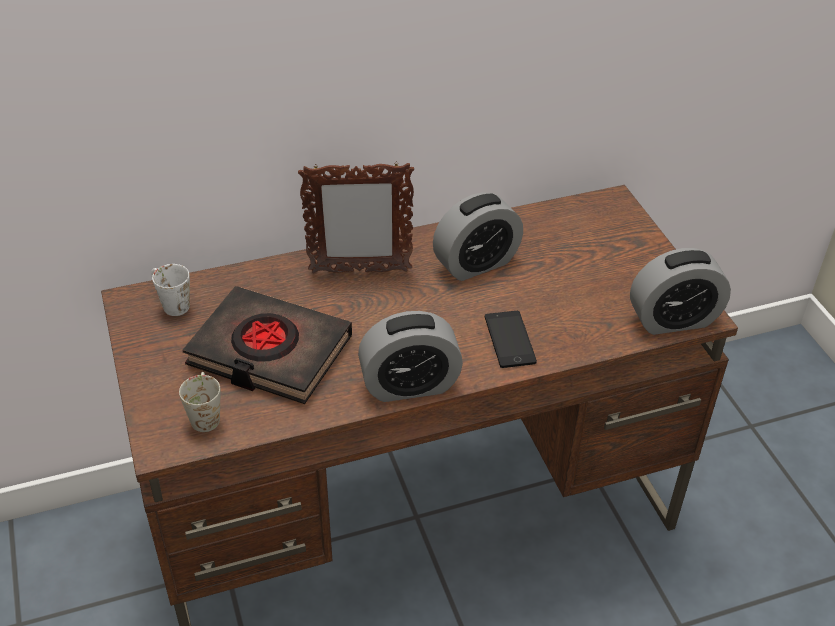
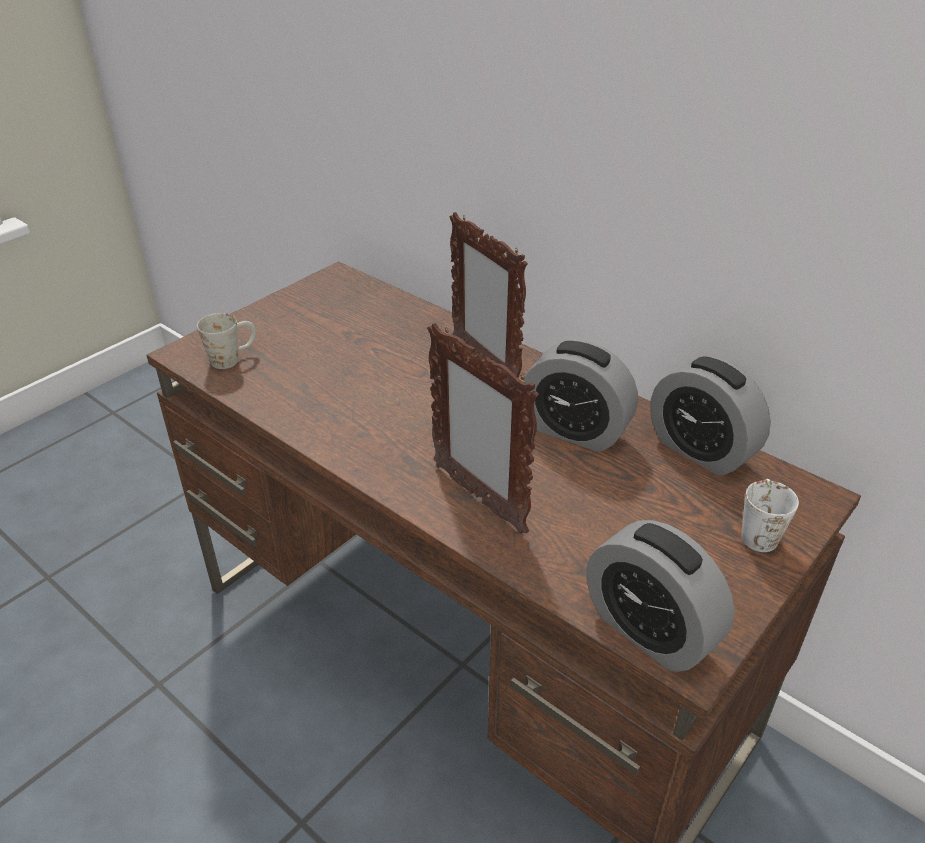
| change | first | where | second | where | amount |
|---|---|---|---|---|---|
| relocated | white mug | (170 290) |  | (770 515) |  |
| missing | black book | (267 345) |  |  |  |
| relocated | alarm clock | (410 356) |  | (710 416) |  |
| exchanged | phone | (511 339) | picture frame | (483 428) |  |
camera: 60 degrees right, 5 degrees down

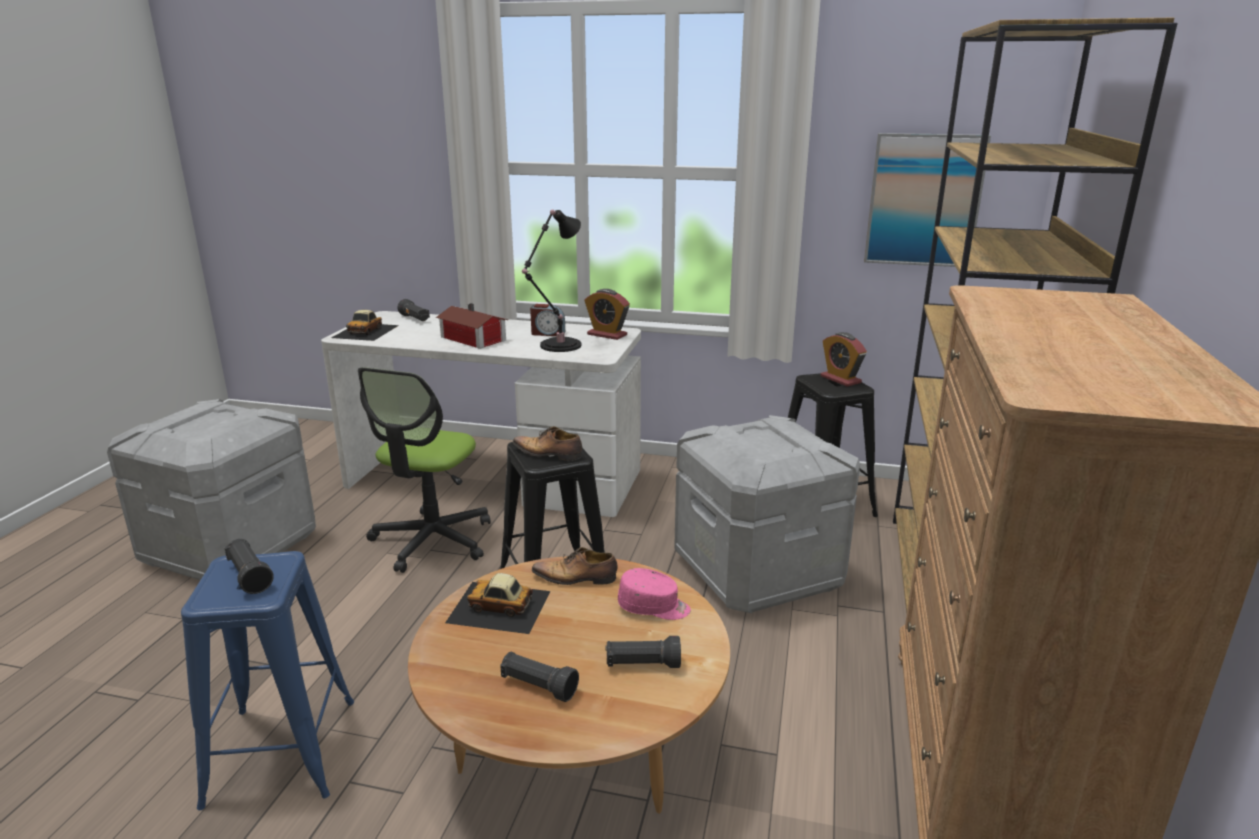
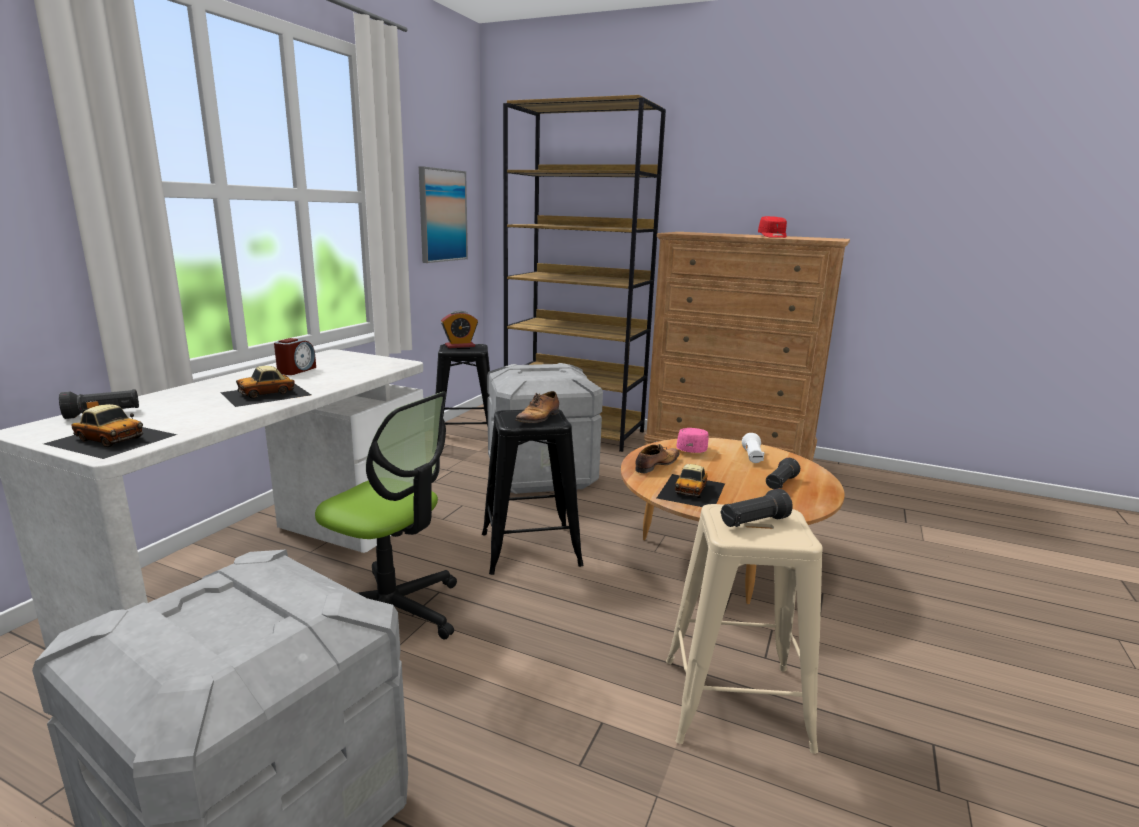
| change | first | where | second | where | amount |
|---|---|---|---|---|---|
| colour | blue stool | (267 680) | beige stool | (744 629) |  |
| exchanged | toy house | (472 326) | toy car | (265 386) |  |
| missing | black table lamp | (551 281) |  |  |  |
| spun | shoe | (574 566) |  | (657 458) | 150 degrees counterclockwise |
| missing | alarm clock | (607 314) |  |  |  |
| colour | black flashlight | (643 652) | white flashlight | (753 448) |  |
| appeared |  |  | red cap | (772 227) |  |
camera: 80 degrees left, 5 degrees down

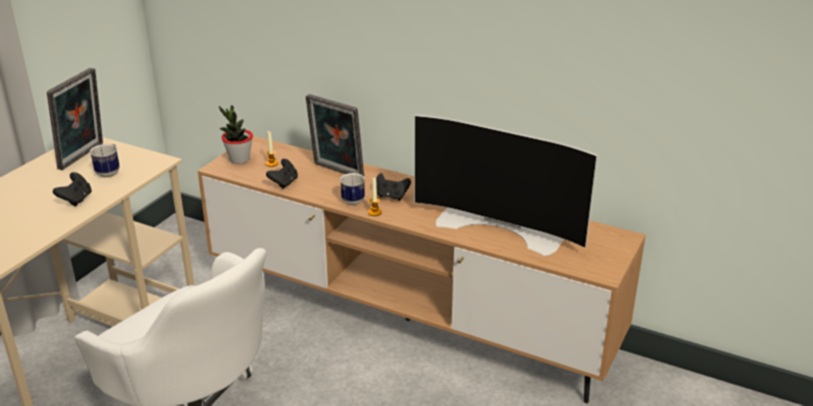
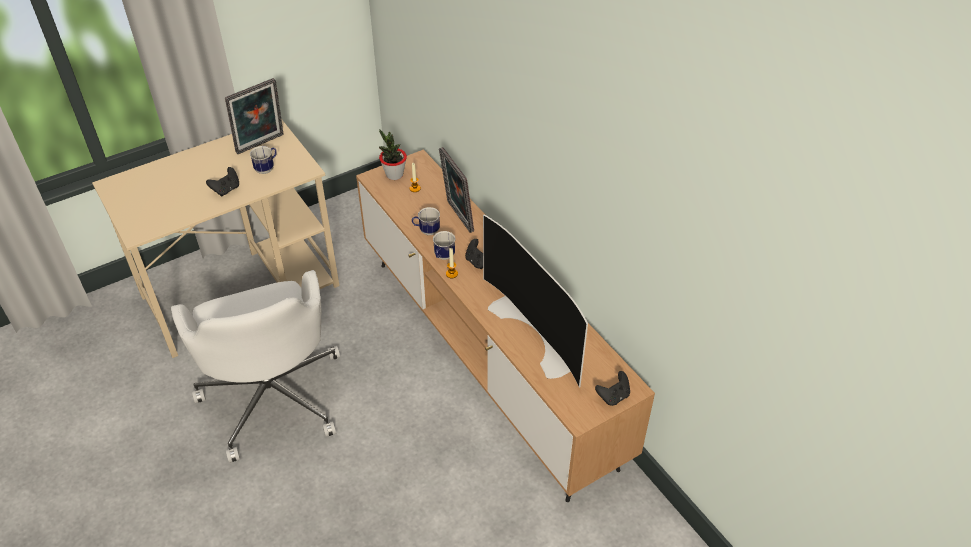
| change | first | where | second | where | amount |
|---|---|---|---|---|---|
| relocated | black game controller | (282 174) |  | (612 388) |  |
| appeared |  |  | mug | (426 221) |  |
camera: 30 degrees right, 15 degrees up

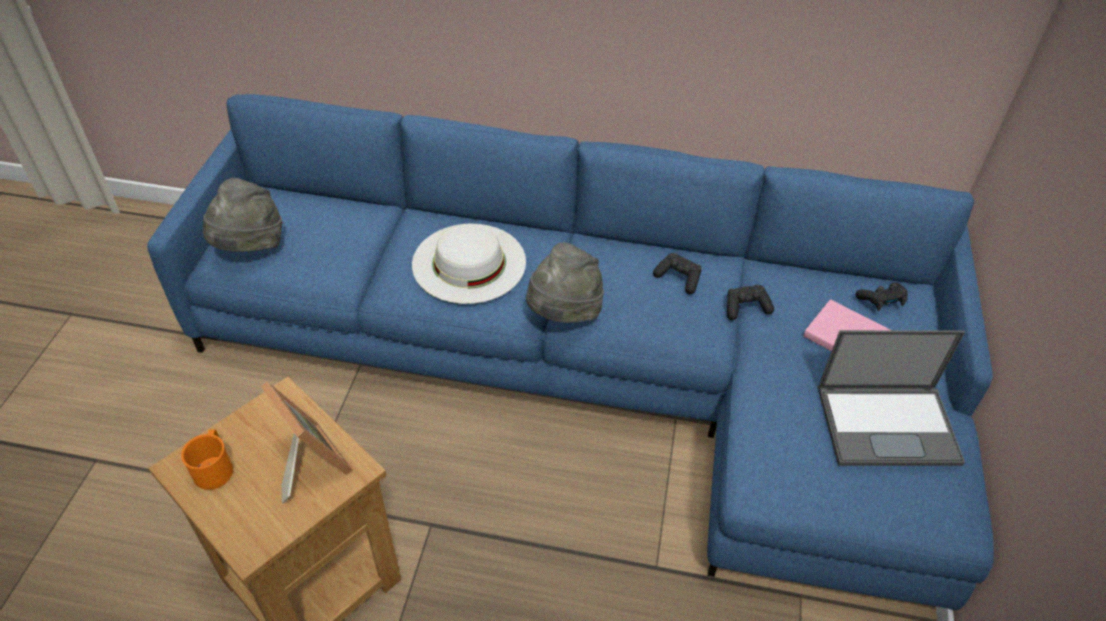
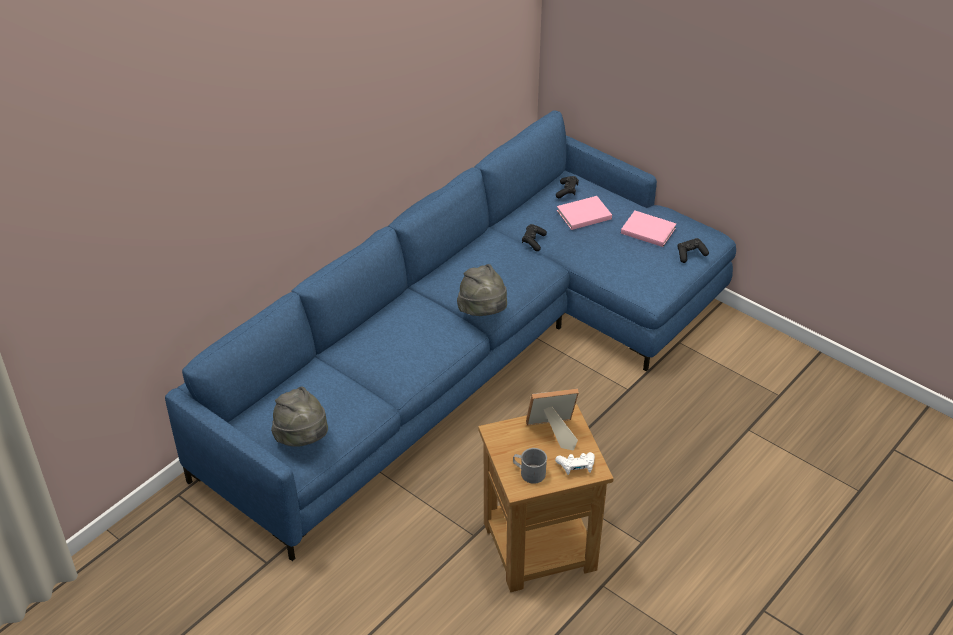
| change | first | where | second | where | amount |
|---|---|---|---|---|---|
| colour | orange mug | (207 459) | grey mug | (530 466) |  |
| missing | white hat | (469 264) |  |  |  |
| relocated | black game controller | (677 273) |  | (693 250) |  |
| exchanged | laptop | (891 398) | pink book | (649 229) |  |
| appeared |  |  | white game controller | (575 463) |  |
camera: 60 degrees left, 5 degrees down

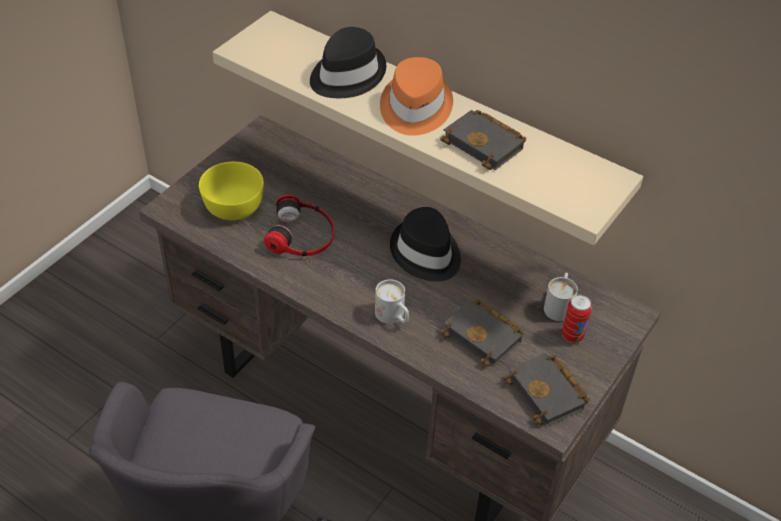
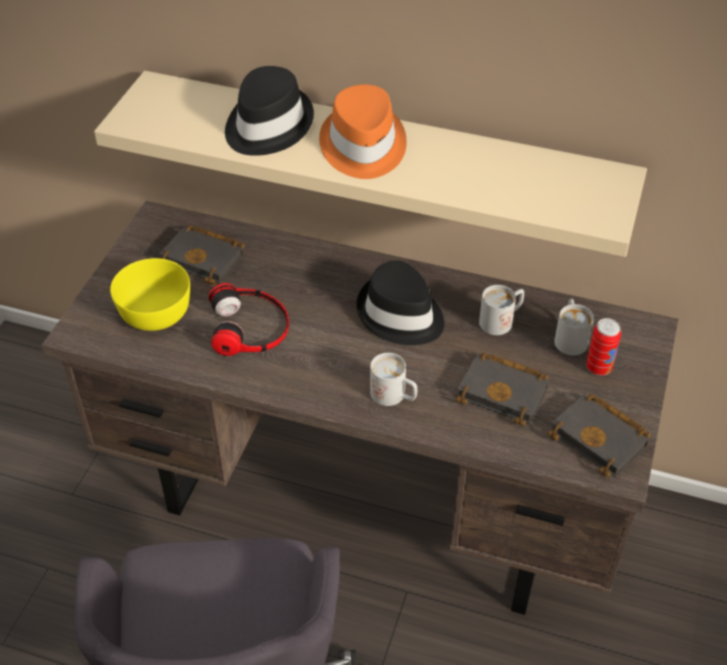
| change | first | where | second | where | amount |
|---|---|---|---|---|---|
| relocated | black book | (483 140) |  | (202 255) |  |
| appeared |  |  | white mug | (501 310) |  |
camera: 15 degrees left, 0 degrees up

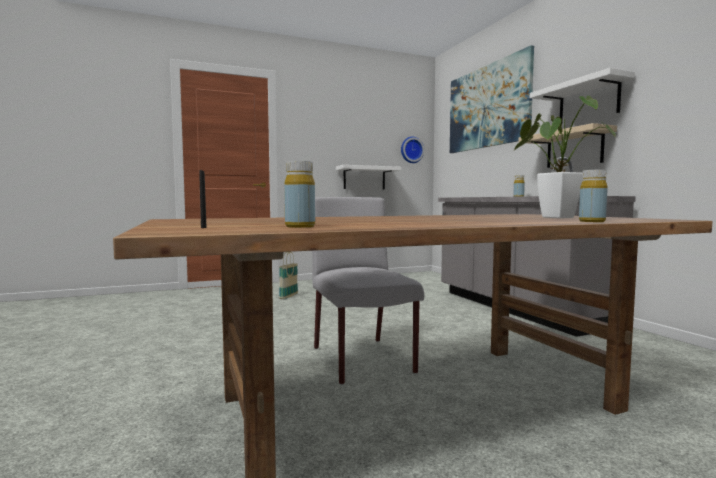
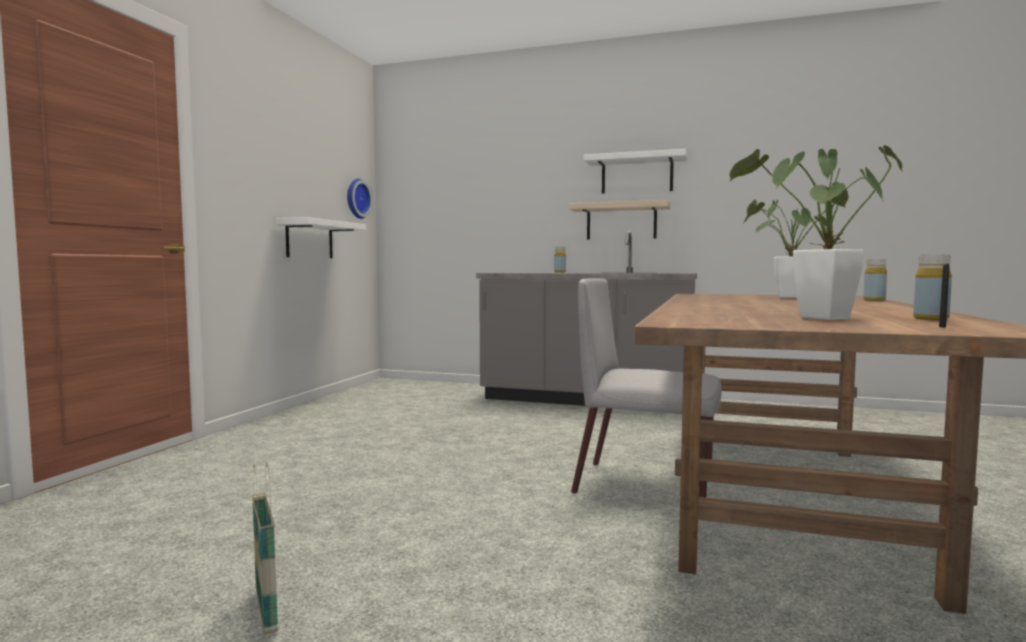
| change | first | where | second | where | amount |
|---|---|---|---|---|---|
| relocated | basket | (288 275) |  | (265 548) |  |
| missing | picture | (492 99) |  |  |  |
| appeared |  |  | potted plant | (815 232) |  |
camera: 50 degrees left, 0 degrees up

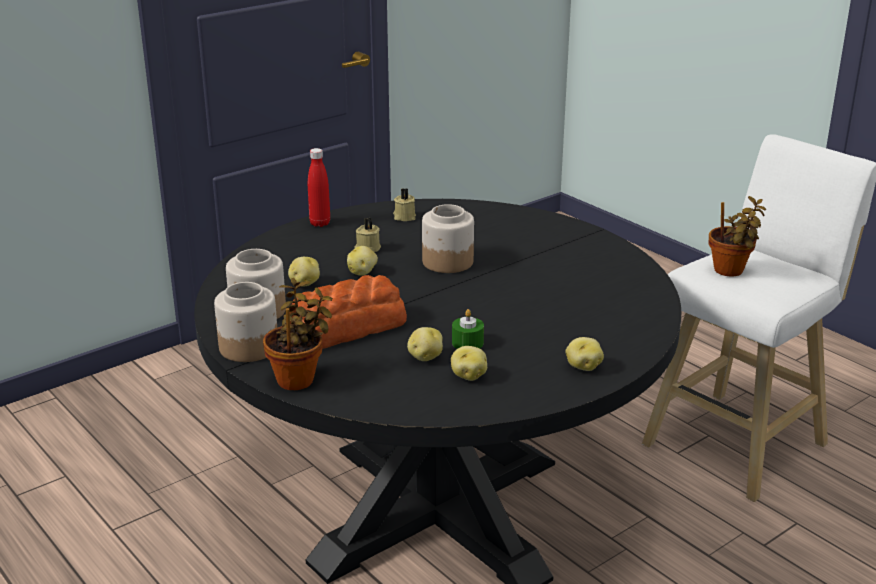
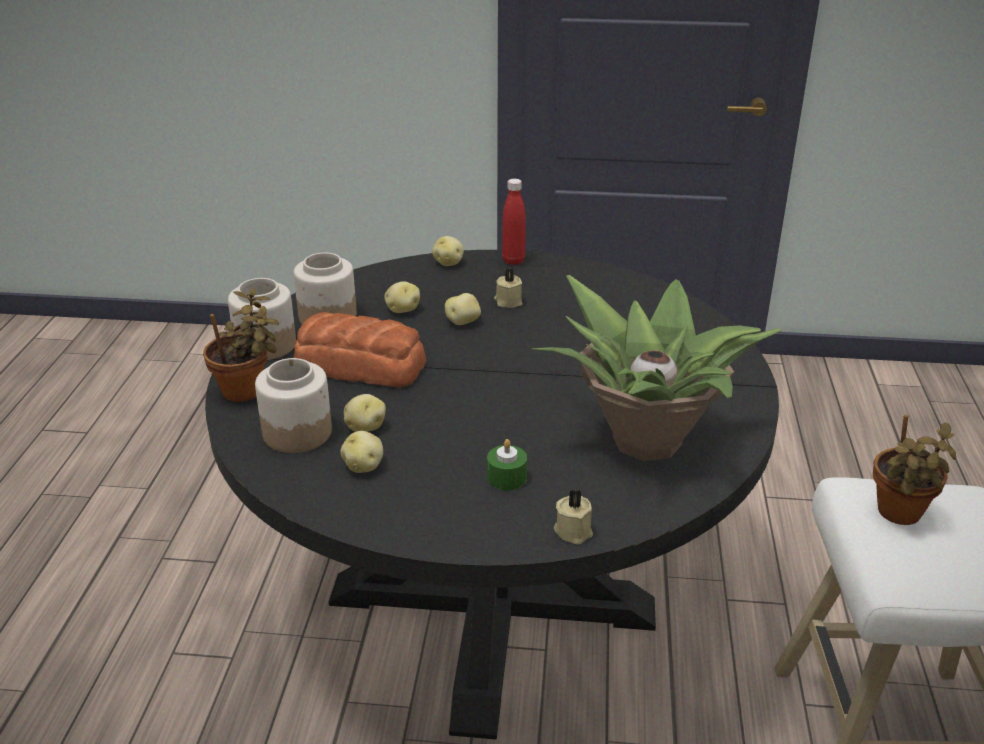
| change | first | where | second | where | amount |
|---|---|---|---|---|---|
| relocated | beige candle | (404 204) |  | (573 516) |  |
| relocated | jar | (448 238) |  | (293 405) |  |
| relocated | green candle | (468 329) |  | (507 464) |  |
| relocated | potato | (584 354) |  | (448 251) |  |
| appeared |  |  | potted plant | (656 368) |  |
camera: 45 degrees right, 5 degrees up

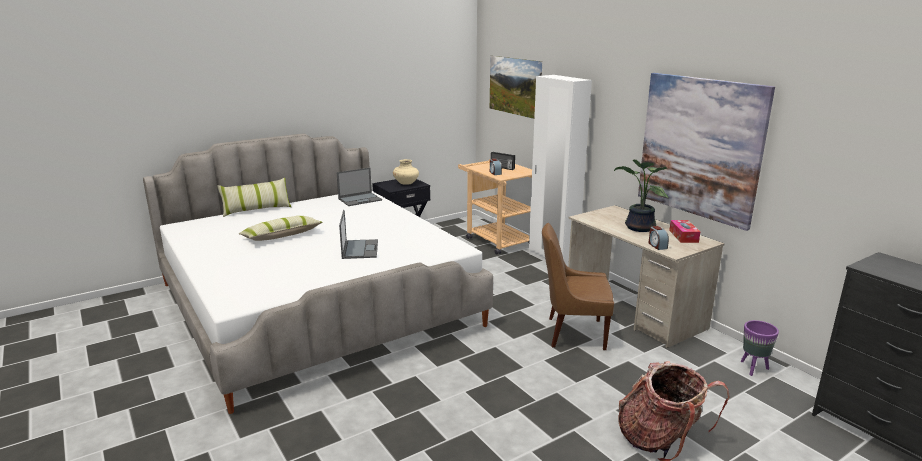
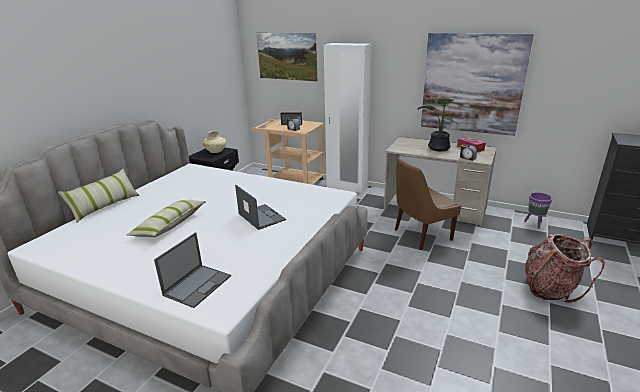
| change | first | where | second | where | amount |
|---|---|---|---|---|---|
| relocated | laptop | (359 187) |  | (192 270) |  |
camera: 30 degrees left, 5 degrees up

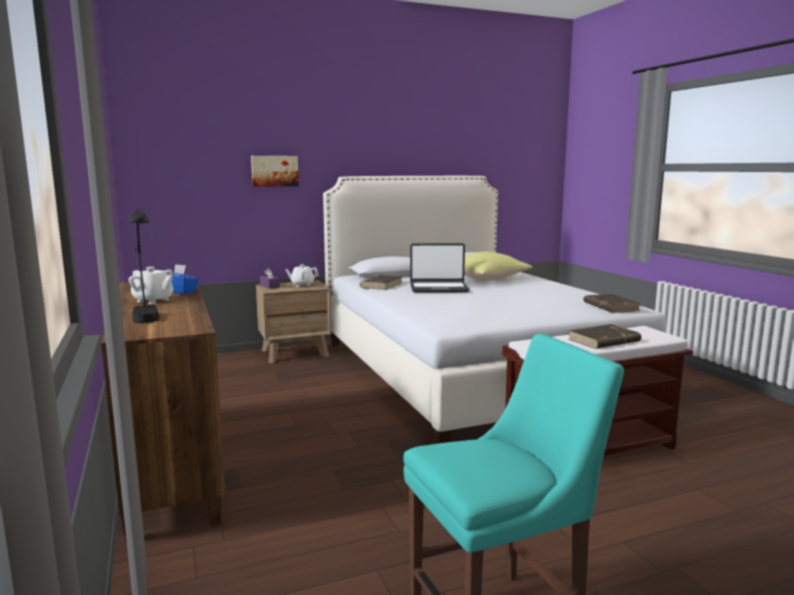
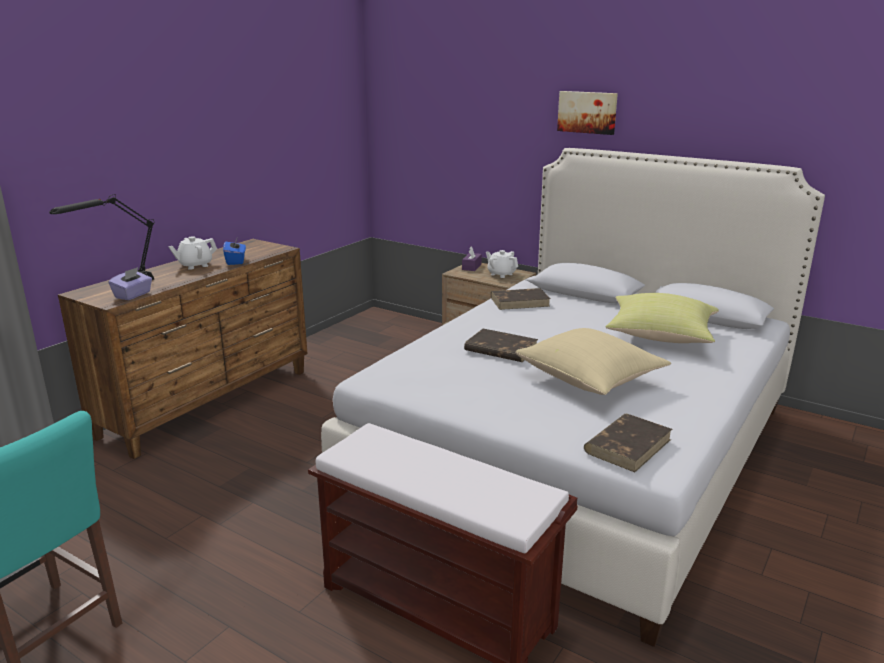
| change | first | where | second | where | amount |
|---|---|---|---|---|---|
| spun | white teapot | (151 285) |  | (192 253) | 60 degrees clockwise |
| relocated | picture | (275 171) |  | (587 113) |  |
| missing | laptop | (439 268) |  |  |  |
| relocated | brown book | (605 336) |  | (501 345) |  |
| appeared |  |  | purple tissue box | (130 283) |  |
| appeared |  |  | beige pillow | (593 361) |  |
camera: 55 degrees right, 10 degrees up

